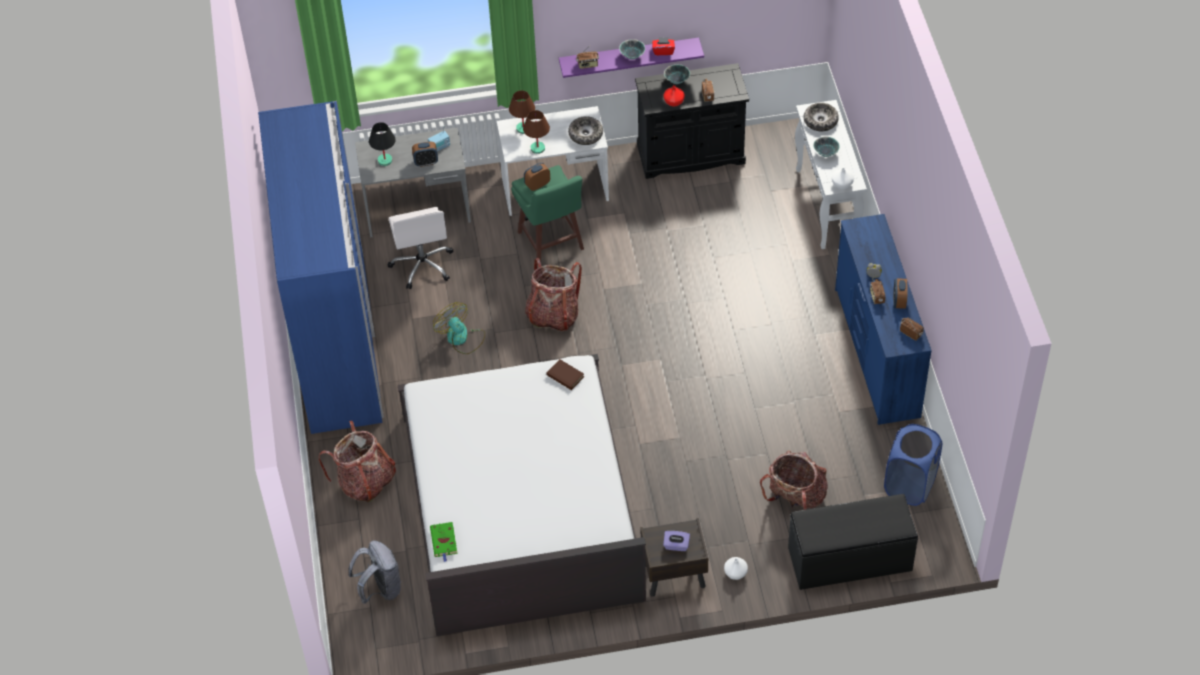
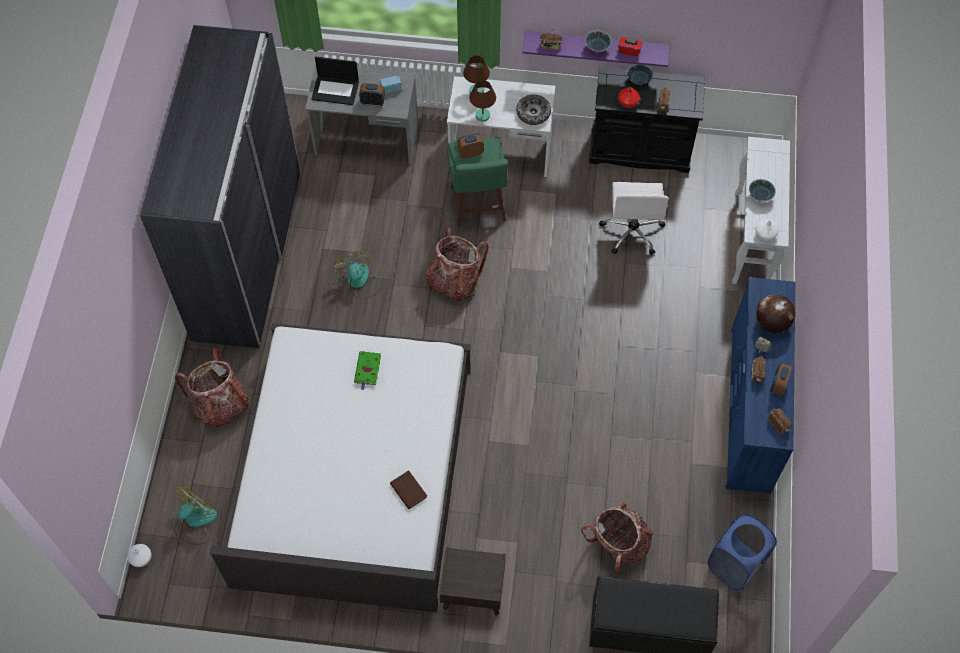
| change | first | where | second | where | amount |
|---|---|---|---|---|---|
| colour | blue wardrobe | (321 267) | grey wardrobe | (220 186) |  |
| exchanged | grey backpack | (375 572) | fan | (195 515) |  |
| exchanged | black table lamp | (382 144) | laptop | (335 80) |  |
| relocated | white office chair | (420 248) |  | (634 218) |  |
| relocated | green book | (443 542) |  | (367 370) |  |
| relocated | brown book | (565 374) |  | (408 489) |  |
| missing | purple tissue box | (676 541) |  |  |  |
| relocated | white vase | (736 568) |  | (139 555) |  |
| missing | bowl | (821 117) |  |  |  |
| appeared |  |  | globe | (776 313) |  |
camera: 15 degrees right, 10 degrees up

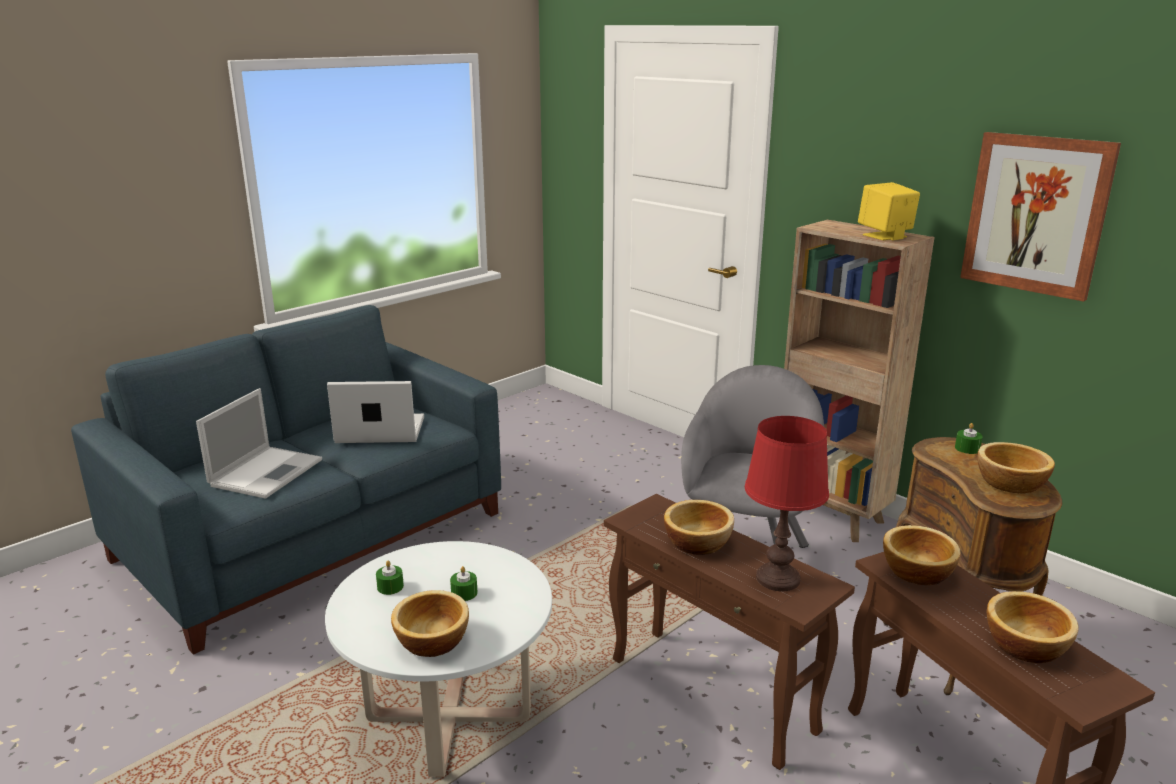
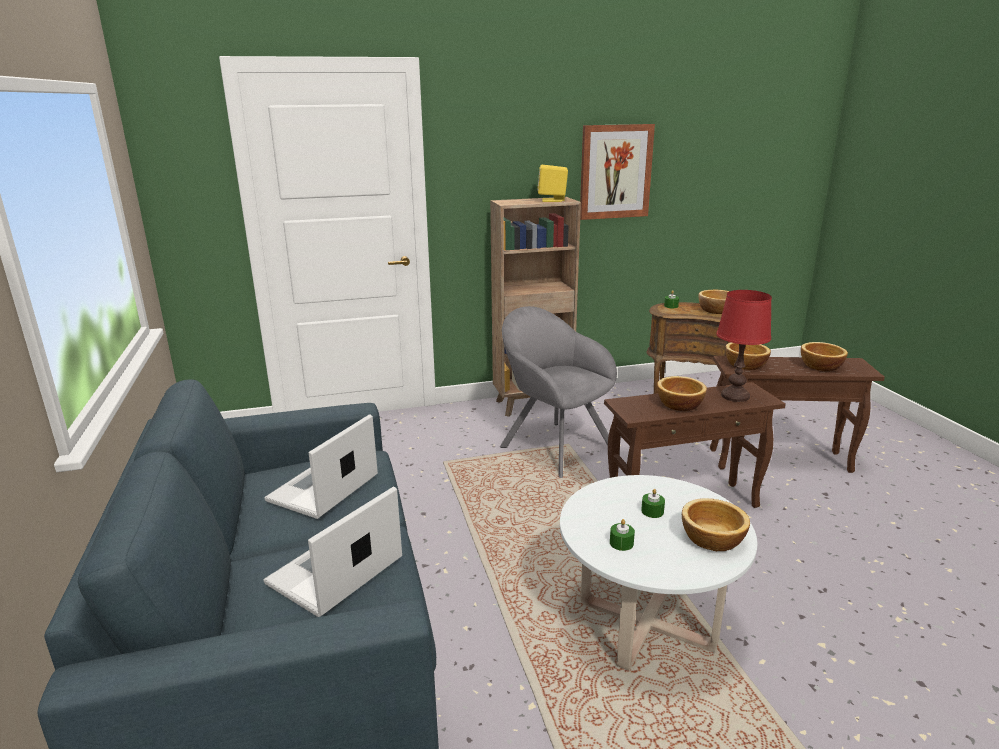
| change | first | where | second | where | amount |
|---|---|---|---|---|---|
| spun | laptop | (259 443) |  | (332 552) | 105 degrees counterclockwise |
camera: 60 degrees left, 0 degrees up

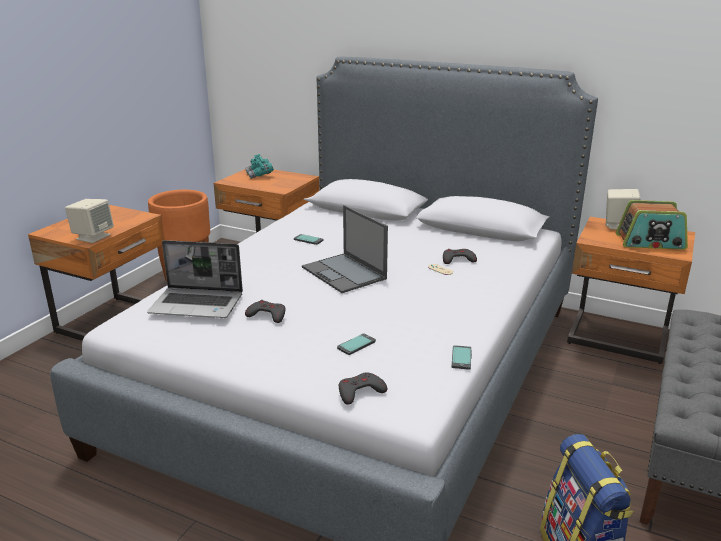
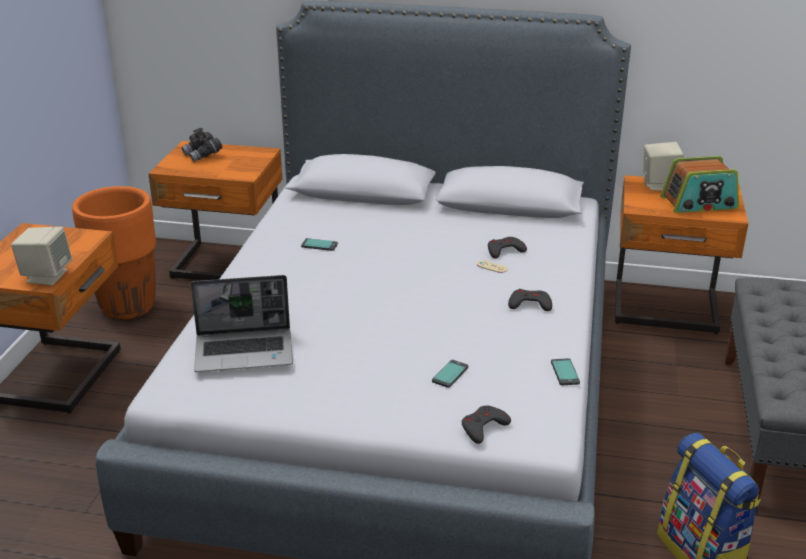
| change | first | where | second | where | amount |
|---|---|---|---|---|---|
| colour | turquoise binoculars | (259 166) | grey binoculars | (201 145) |  |
| relocated | grey game controller | (265 311) |  | (530 300) |  |
| missing | laptop | (345 249) |  |  |  |
camera: 15 degrees left, 5 degrees up

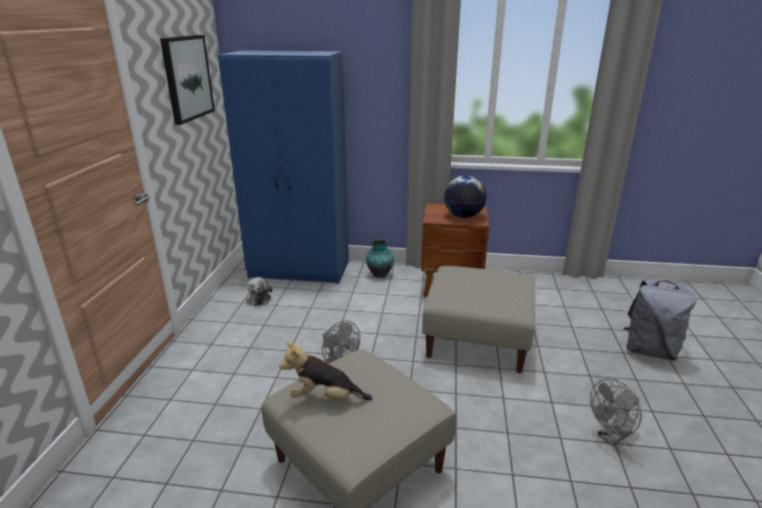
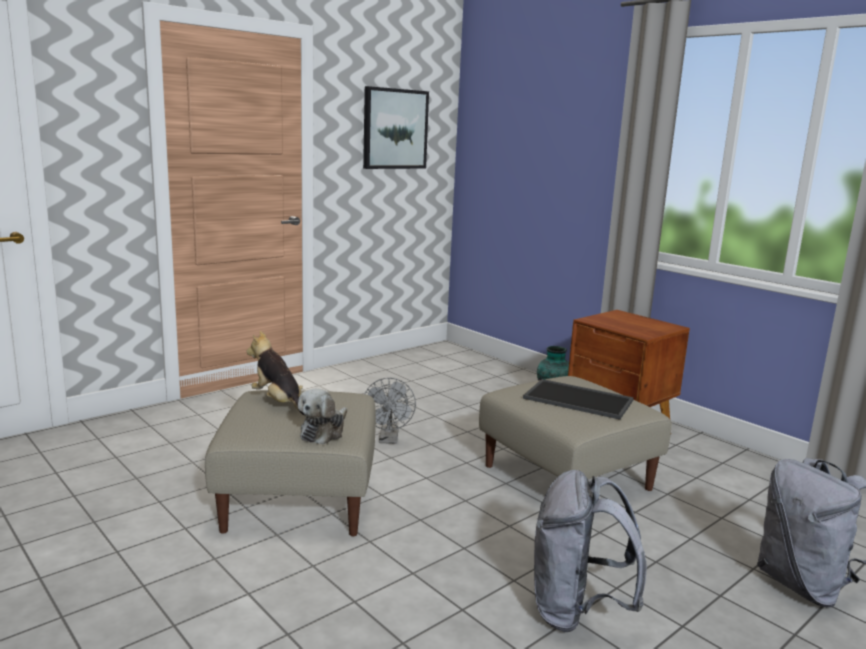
| change | first | where | second | where | amount |
|---|---|---|---|---|---|
| missing | blue wardrobe | (283 167) |  |  |  |
| relocated | plush toy | (259 291) |  | (322 416) |  |
| missing | globe | (465 196) |  |  |  |
| exchanged | grey fan | (616 412) | grey backpack | (590 551) |  |
| appeared |  |  | tray | (578 399) |  |
camera: 40 degrees right, 10 degrees down

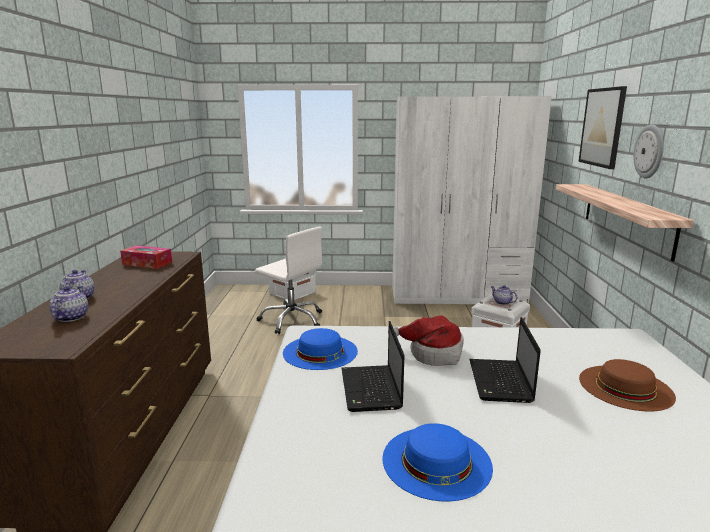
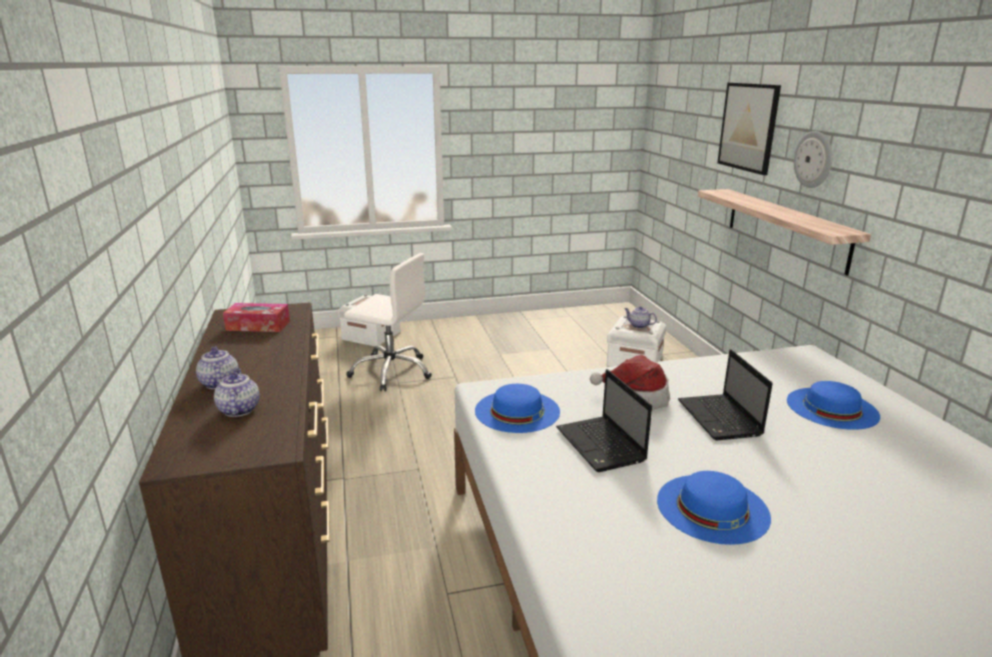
| change | first | where | second | where | amount |
|---|---|---|---|---|---|
| missing | white wardrobe | (472 200) |  |  |  |
| colour | brown hat | (627 385) | blue hat | (833 405) |  |
camera: 15 degrees left, 5 degrees up

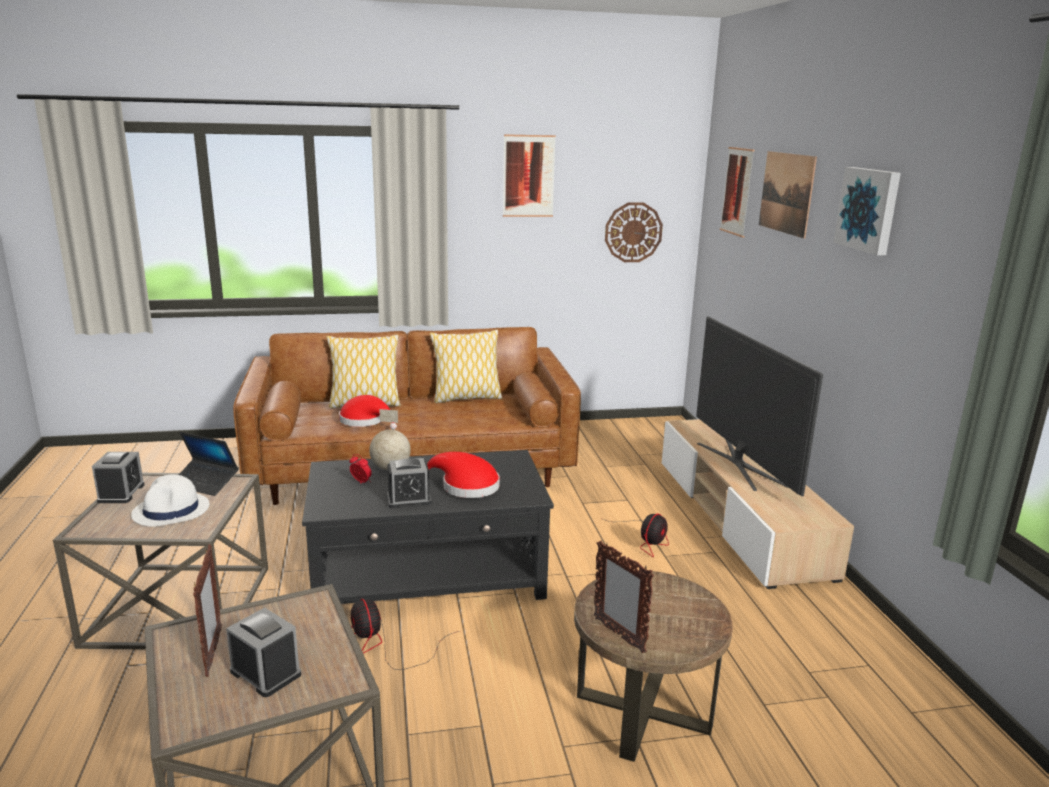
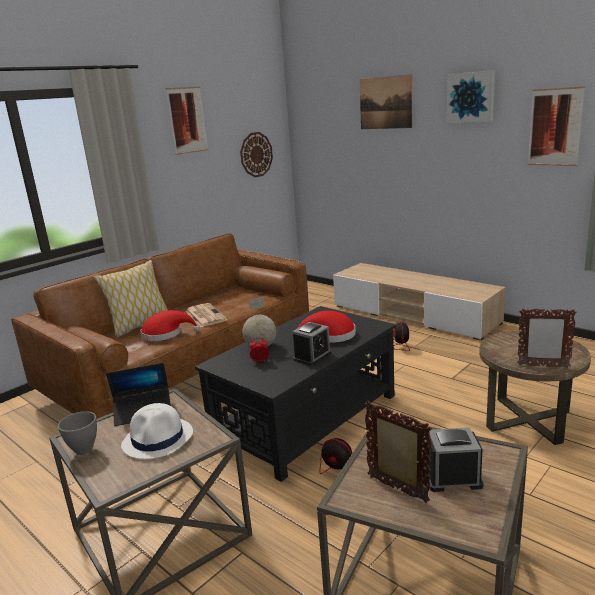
| change | first | where | second | where | amount |
|---|---|---|---|---|---|
| exchanged | alarm clock | (118 477) | grey bowl | (77 433) |  |
| missing | pillow | (466 366) |  |  |  |
| missing | television | (759 406) |  |  |  |
| relocated | picture | (737 192) |  | (556 126) |  |
| appeared |  |  | newspaper | (206 315) |  |
camera: 35 degrees left, 0 degrees up

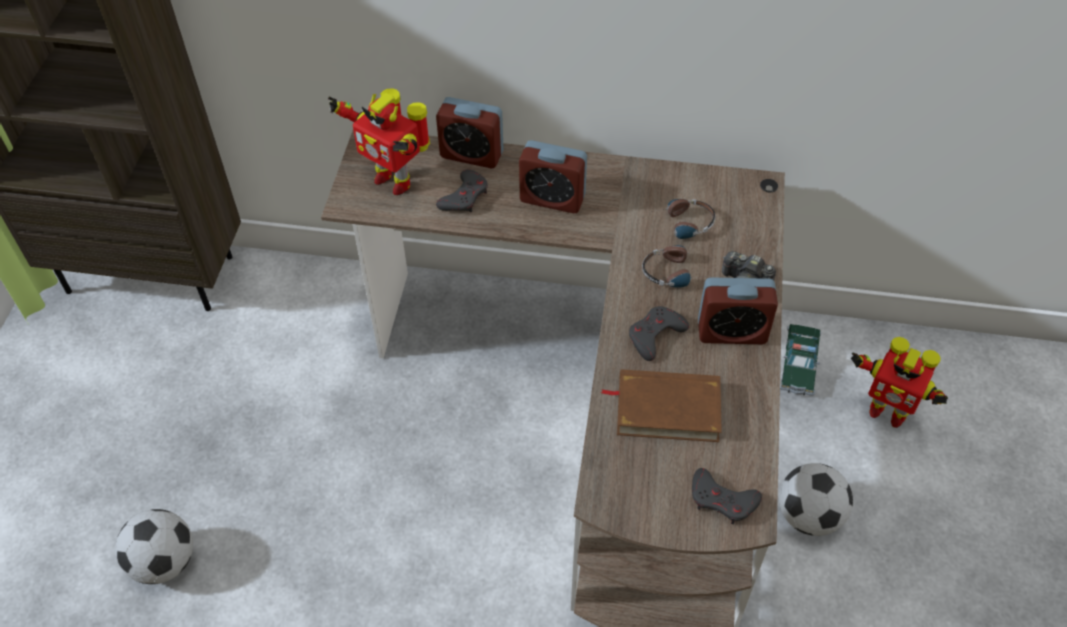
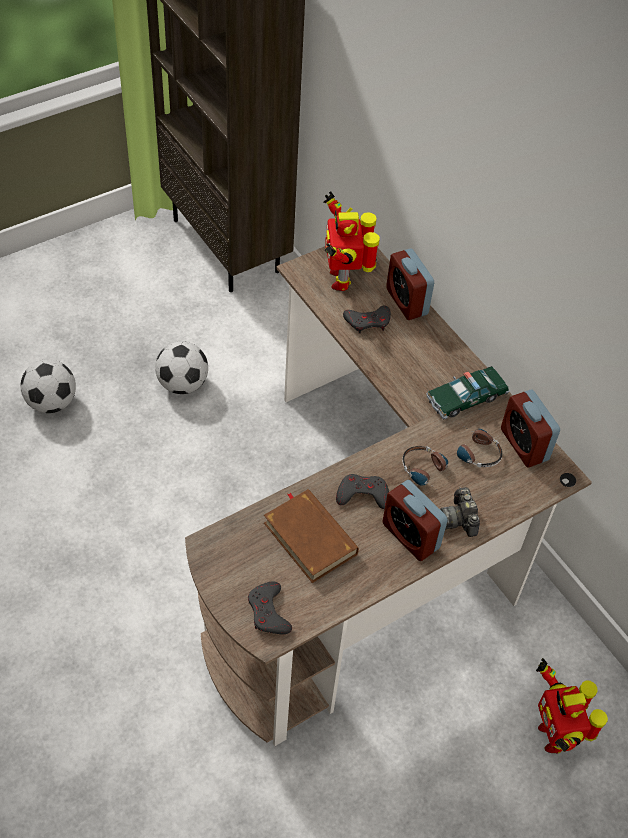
| change | first | where | second | where | amount |
|---|---|---|---|---|---|
| relocated | alarm clock | (553 176) |  | (530 428) |  |
| relocated | football | (816 499) |  | (181 367) |  |
| relocated | toy car | (800 360) |  | (467 392) |  |
camera: 45 degrees right, 0 degrees up

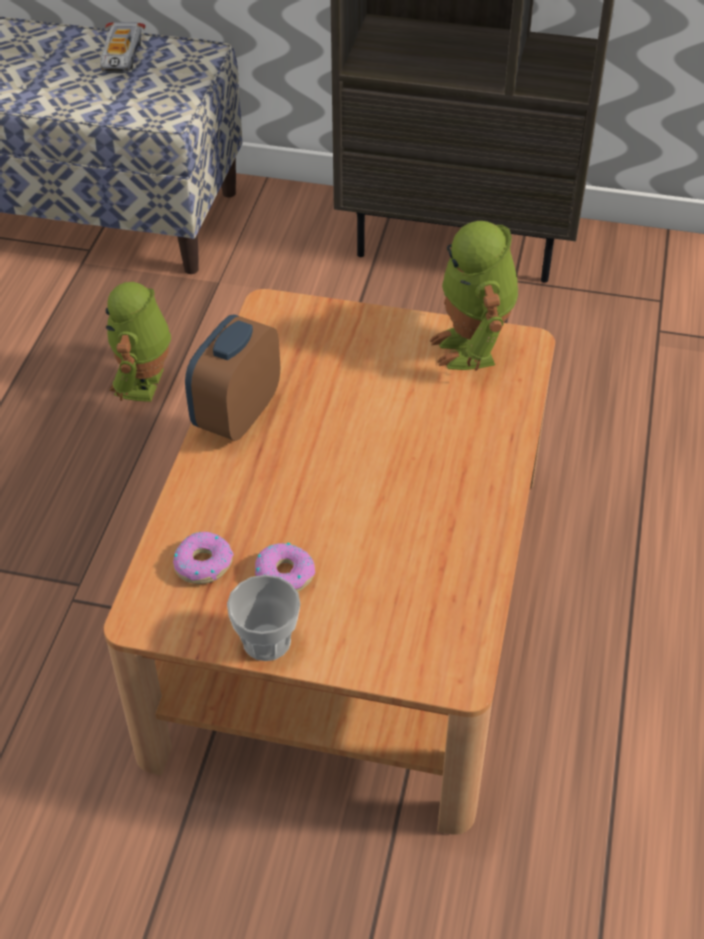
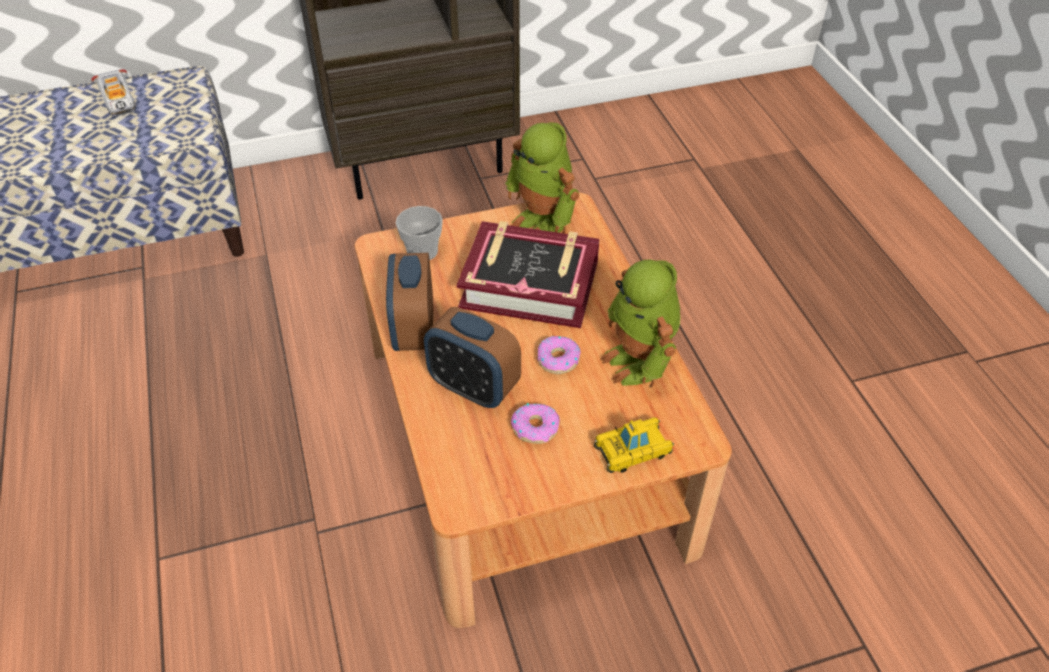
| change | first | where | second | where | amount |
|---|---|---|---|---|---|
| relocated | toy robot | (138 342) |  | (640 323) |  |
| relocated | donut | (203 558) |  | (559 355) |  |
| relocated | cup | (263 618) |  | (419 233) |  |
| appeared |  |  | alarm clock | (472 357) |  |
| appeared |  |  | book | (528 274) |  |
| appeared |  |  | toy car | (634 445) |  |
camera: 30 degrees left, 0 degrees up

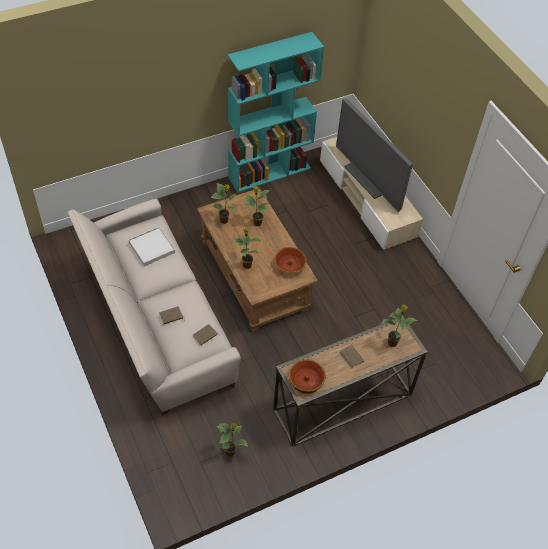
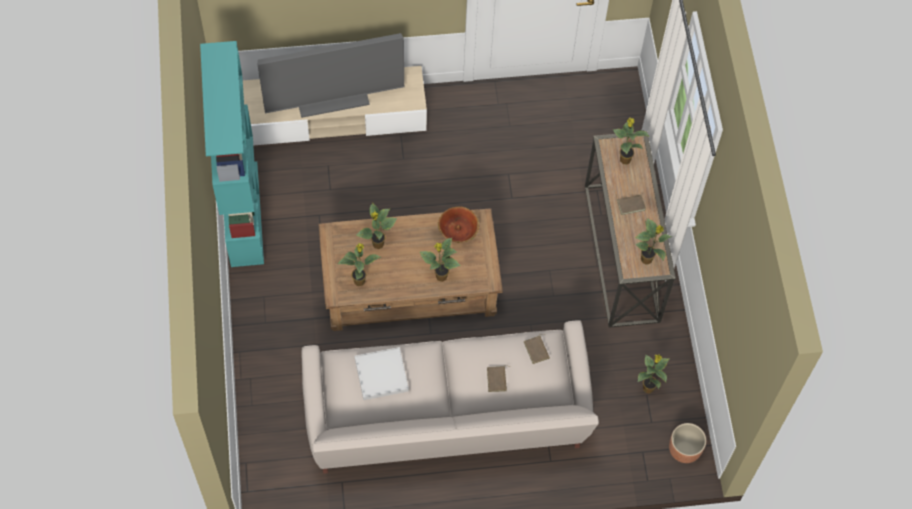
| change | first | where | second | where | amount |
|---|---|---|---|---|---|
| exchanged | bowl | (307 376) | potted plant | (653 241) |  |
| appeared |  |  | brown planter | (687 443) |  |
camera: 70 degrees left, 10 degrees up

